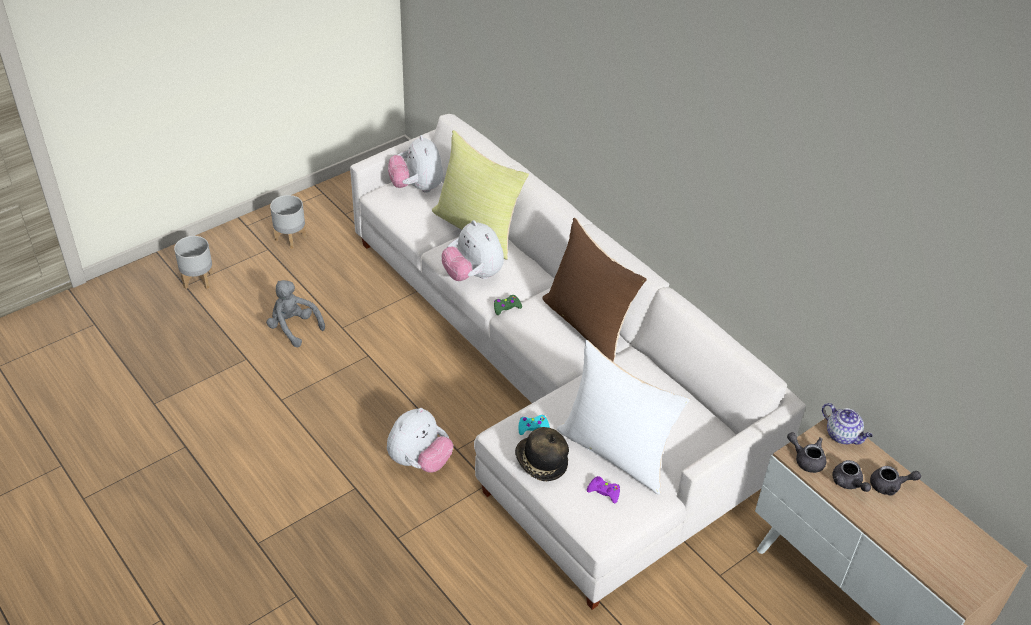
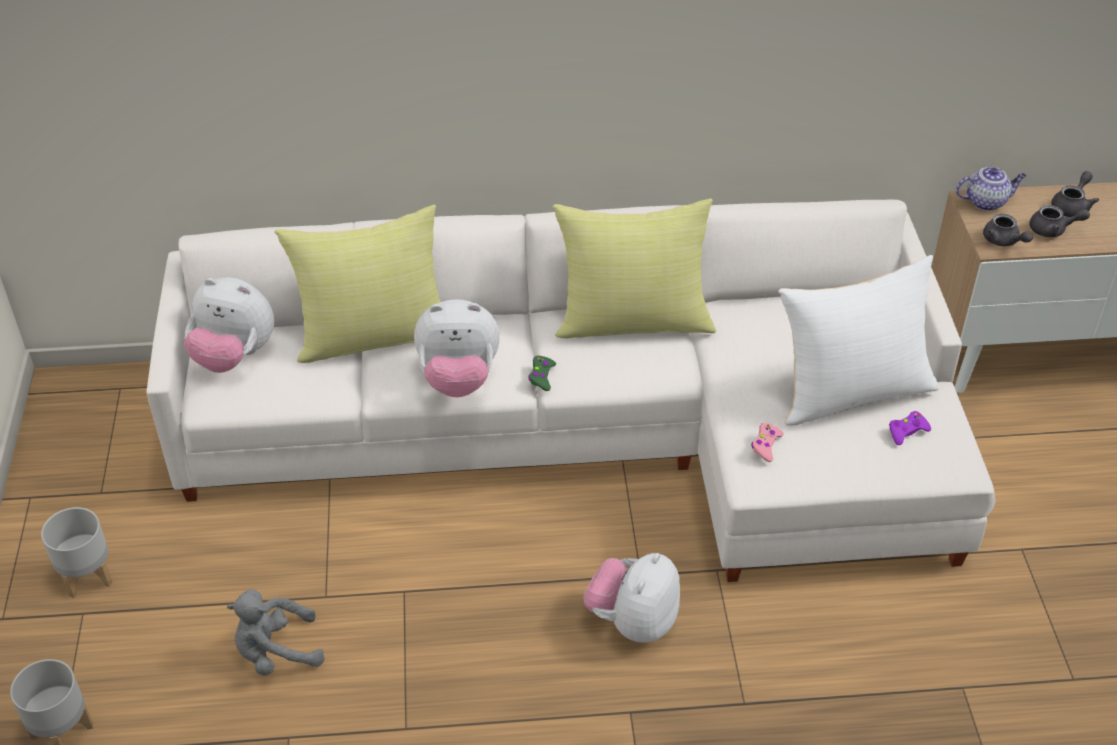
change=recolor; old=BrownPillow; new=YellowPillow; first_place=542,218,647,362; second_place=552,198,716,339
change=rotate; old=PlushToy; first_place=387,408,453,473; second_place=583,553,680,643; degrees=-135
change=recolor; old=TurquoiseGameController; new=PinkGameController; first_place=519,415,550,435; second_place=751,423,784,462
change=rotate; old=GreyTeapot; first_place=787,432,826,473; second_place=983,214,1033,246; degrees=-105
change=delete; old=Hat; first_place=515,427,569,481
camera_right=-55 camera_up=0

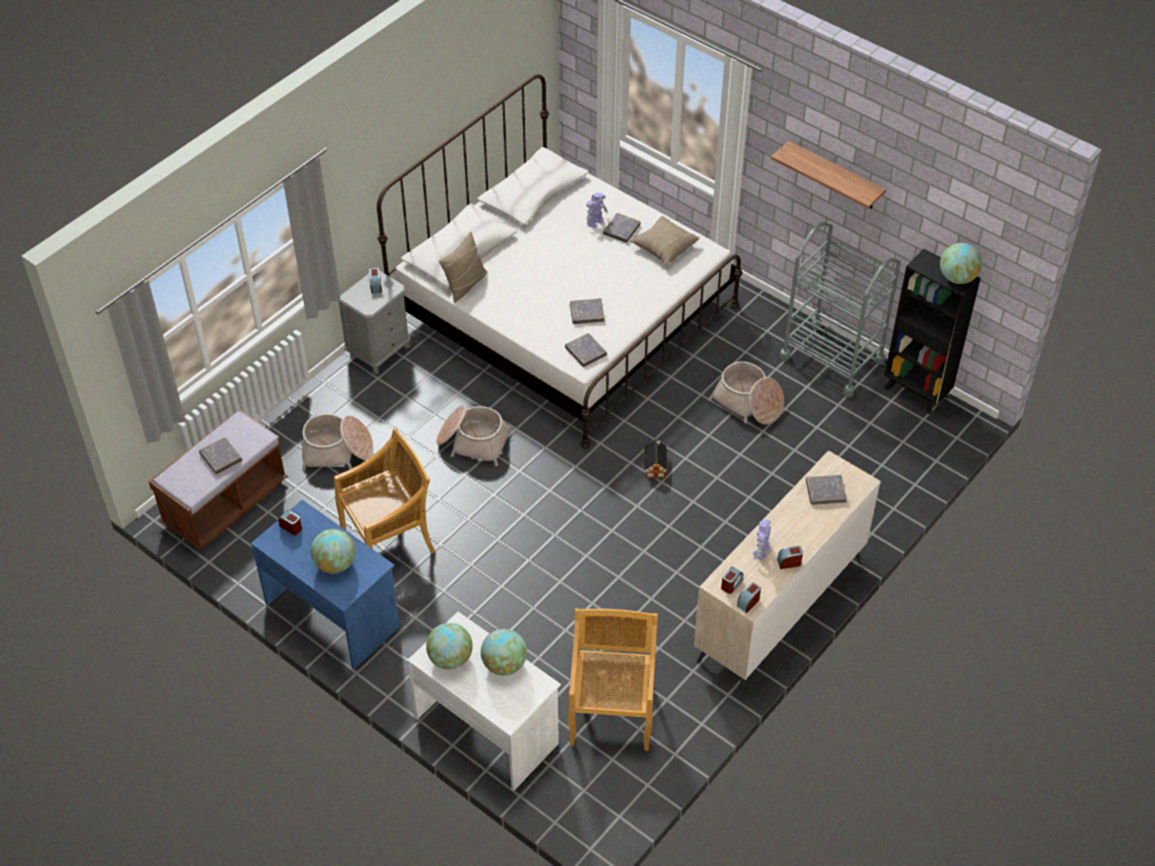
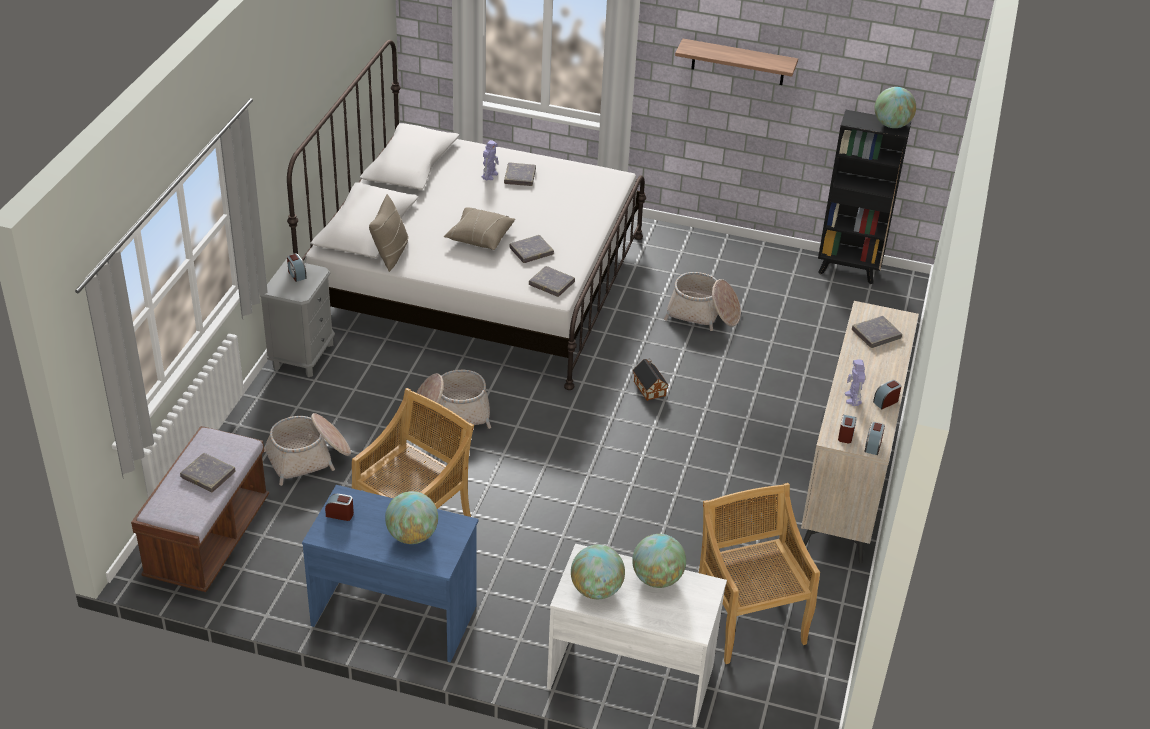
change=move; old=BeigePillow; first_place=630,216,700,265; second_place=444,207,515,250
change=delete; old=GreyCart; first_place=779,222,901,398
camera_right=-25 camera_up=-10

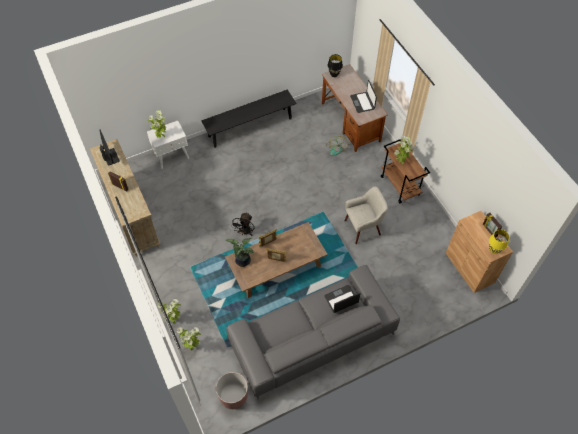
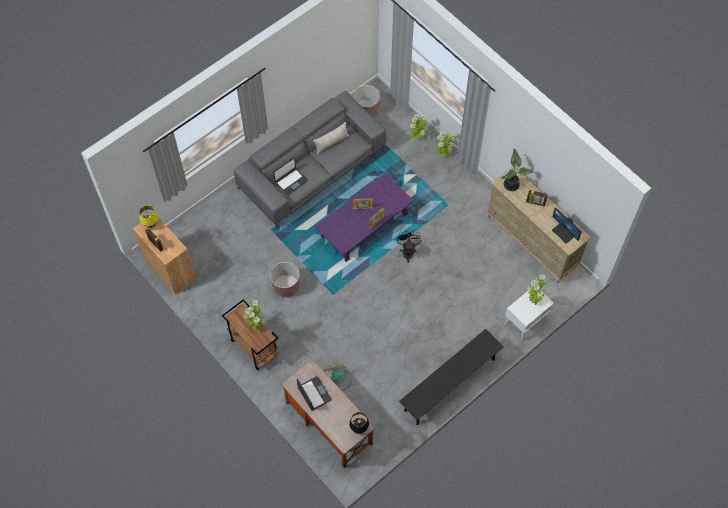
change=replace; old=BeigeArmchair; new=BrownPlanter; first_place=344,187,388,244; second_place=270,262,300,297
change=insert; new=BeigePillow; second_place=313,122,349,154
change=recolor; old=BrownCoffeeTable; new=PurpleCoffeeTable; first_place=225,222,328,298; second_place=315,173,414,262
change=move; old=PottedPlant; first_place=226,237,254,267; second_place=501,149,533,191
camera_right=165 camera_up=5

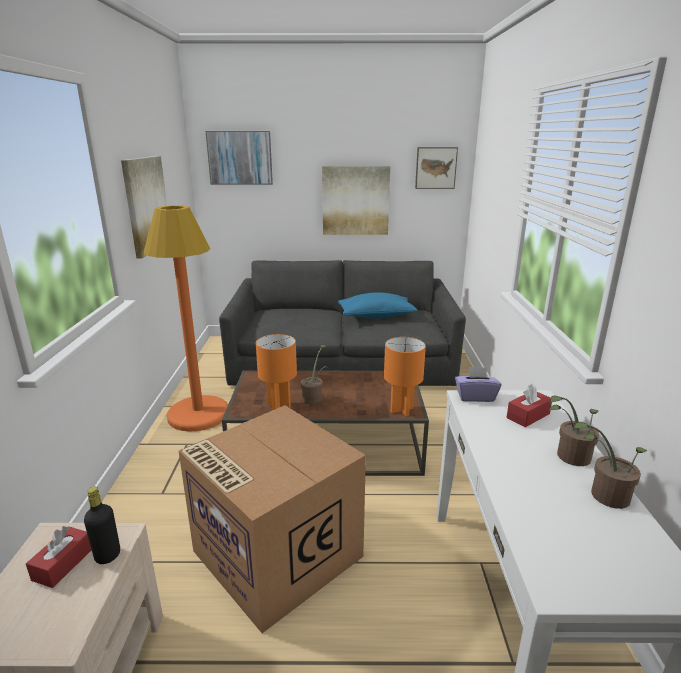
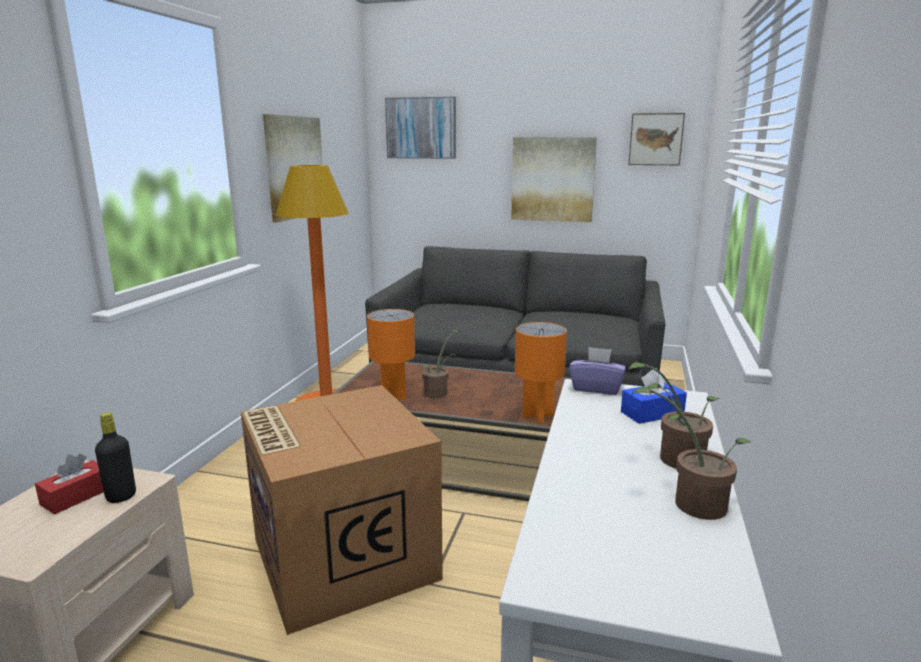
change=recolor; old=RedTissueBox; new=BlueTissueBox; first_place=507,383,552,427; second_place=621,368,687,424
change=delete; old=BluePillow; first_place=338,292,418,318
camera_right=15 camera_up=-5

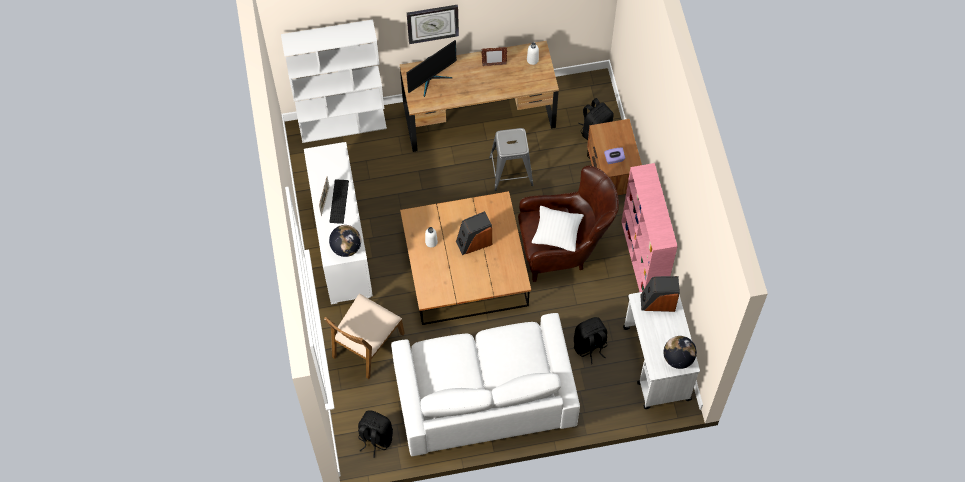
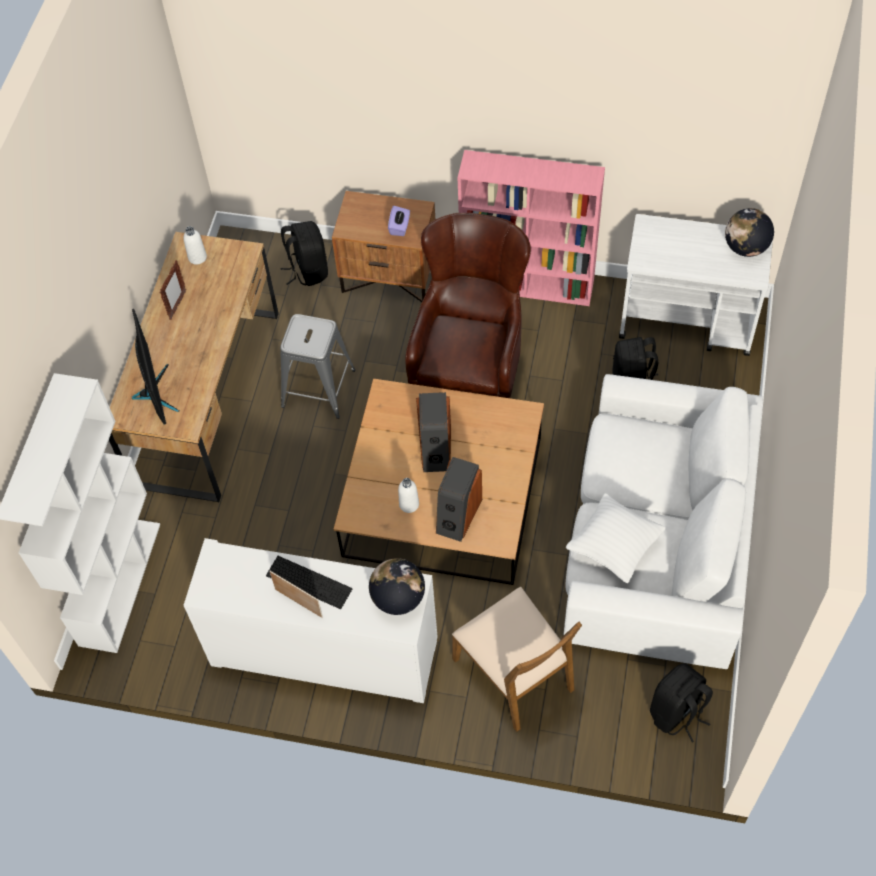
change=move; old=Speaker; first_place=640,276,680,312; second_place=436,457,482,542
change=move; old=WhitePillow; first_place=532,206,584,252; second_place=566,493,666,583
change=delete; old=WallClock; first_place=407,5,459,44
camera_right=-65 camera_up=-5

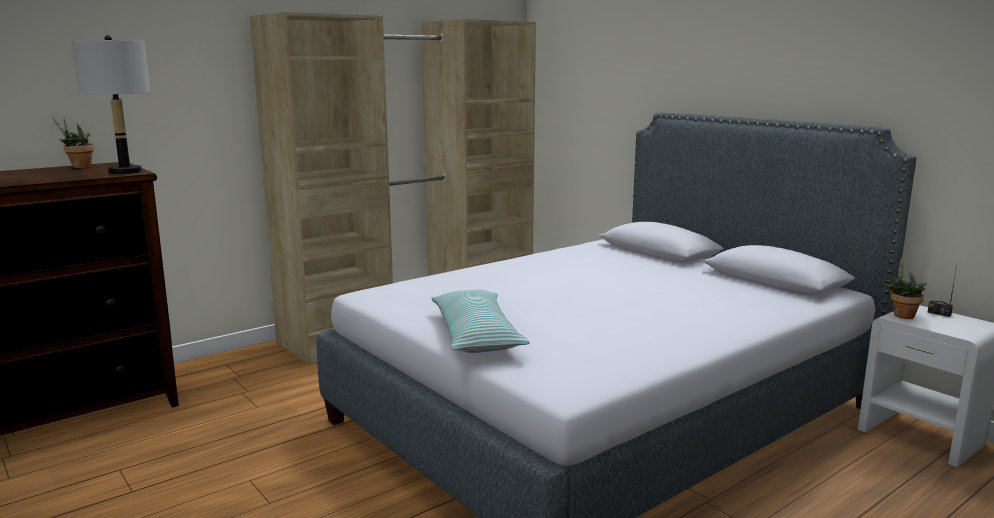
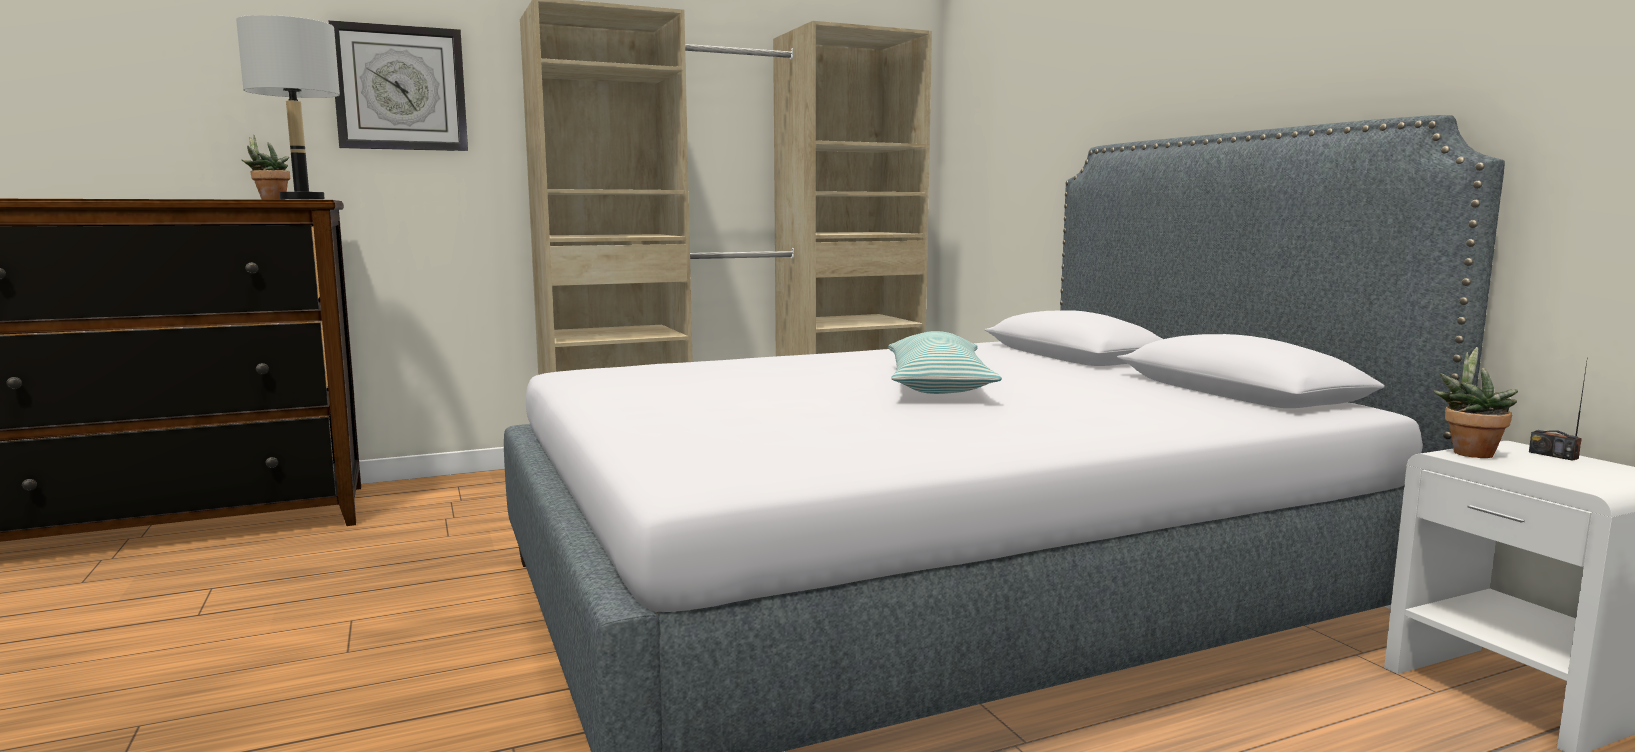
change=insert; new=WallClock; second_place=328,20,468,151
change=move; old=Pillow; first_place=431,290,530,353; second_place=888,331,1002,394
camera_right=15 camera_up=-5

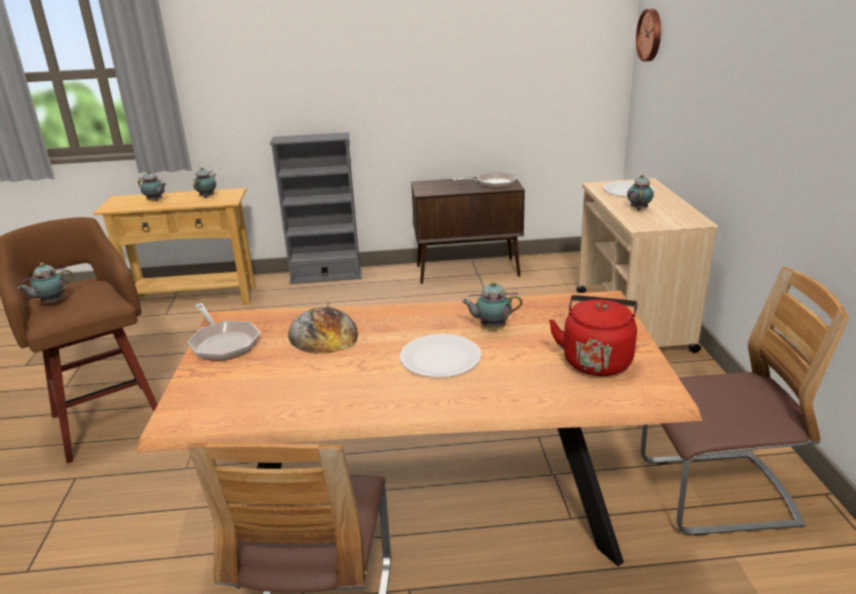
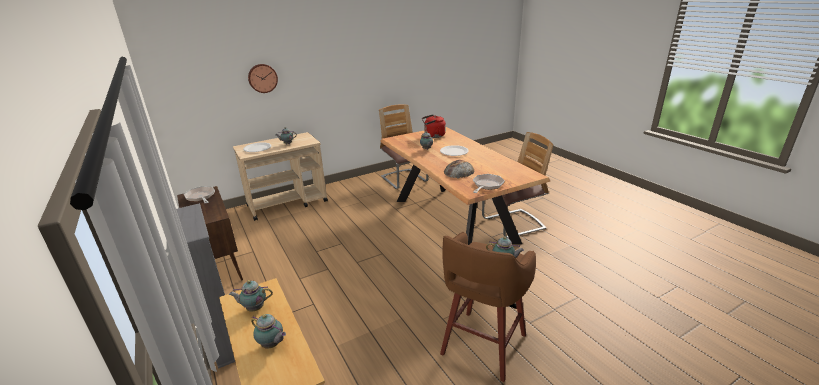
change=move; old=WallClock; first_place=636,9,661,62; second_place=248,64,278,93
change=rotate; old=Teapot; first_place=138,171,166,201; second_place=251,314,286,349; degrees=120
camera_right=-115 camera_up=0

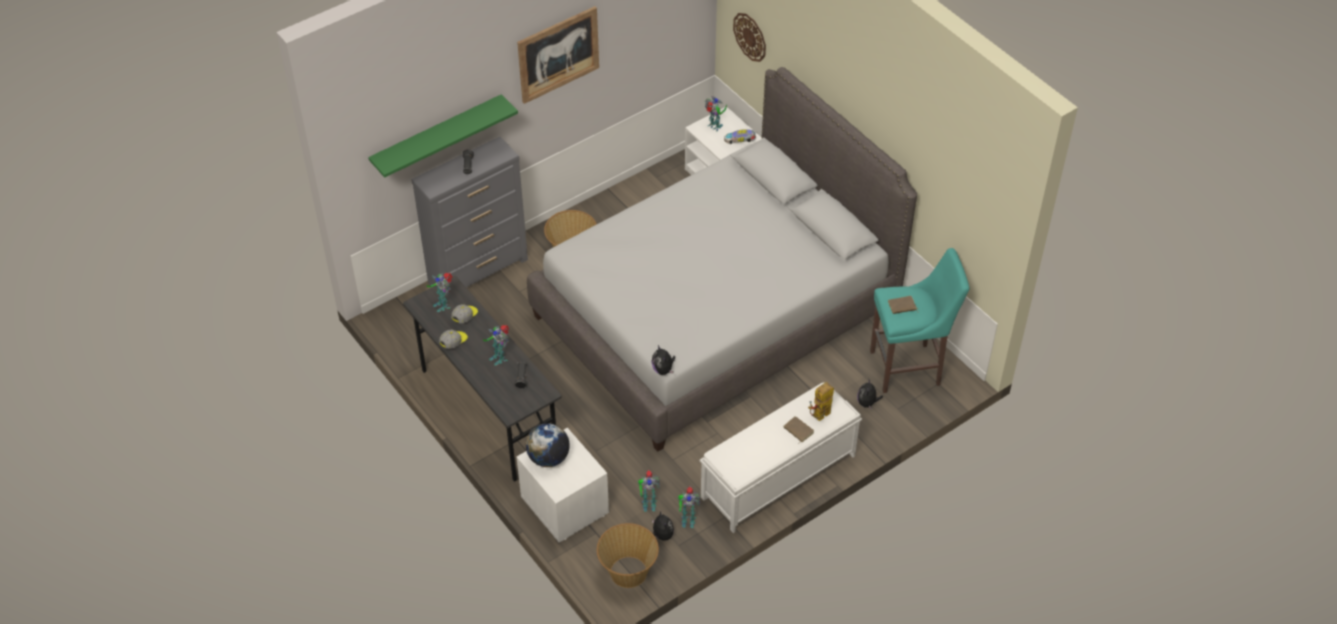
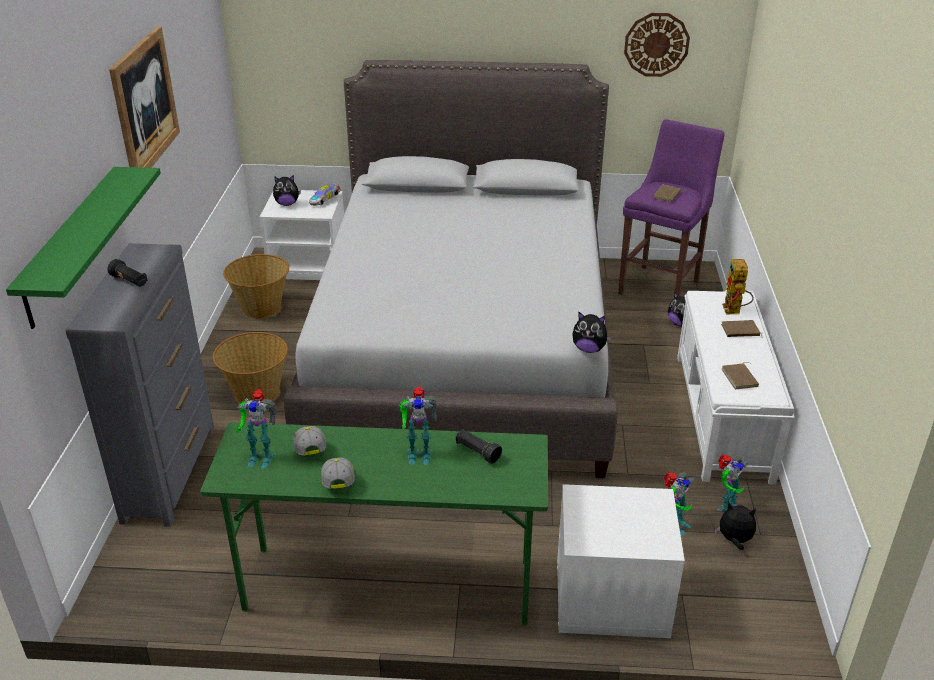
change=recolor; old=GreyDesk; new=GreenDesk; first_place=403,276,562,482; second_place=200,422,548,626
change=move; old=Basket; first_place=597,523,659,588; second_place=223,254,289,319
change=replace; old=ToyRobot; new=PlushToy; first_place=705,96,727,132; second_place=273,175,301,206
change=recolor; old=TurquoiseStool; new=PurpleStool; first_place=870,248,970,393; second_place=618,119,724,297
change=move; old=WallClock; first_place=733,13,766,62; second_place=624,13,690,77
change=insert; new=BrownBook; second_place=722,362,759,389
change=delete; old=Globe; first_place=526,423,570,467
camera_right=-50 camera_up=-15

